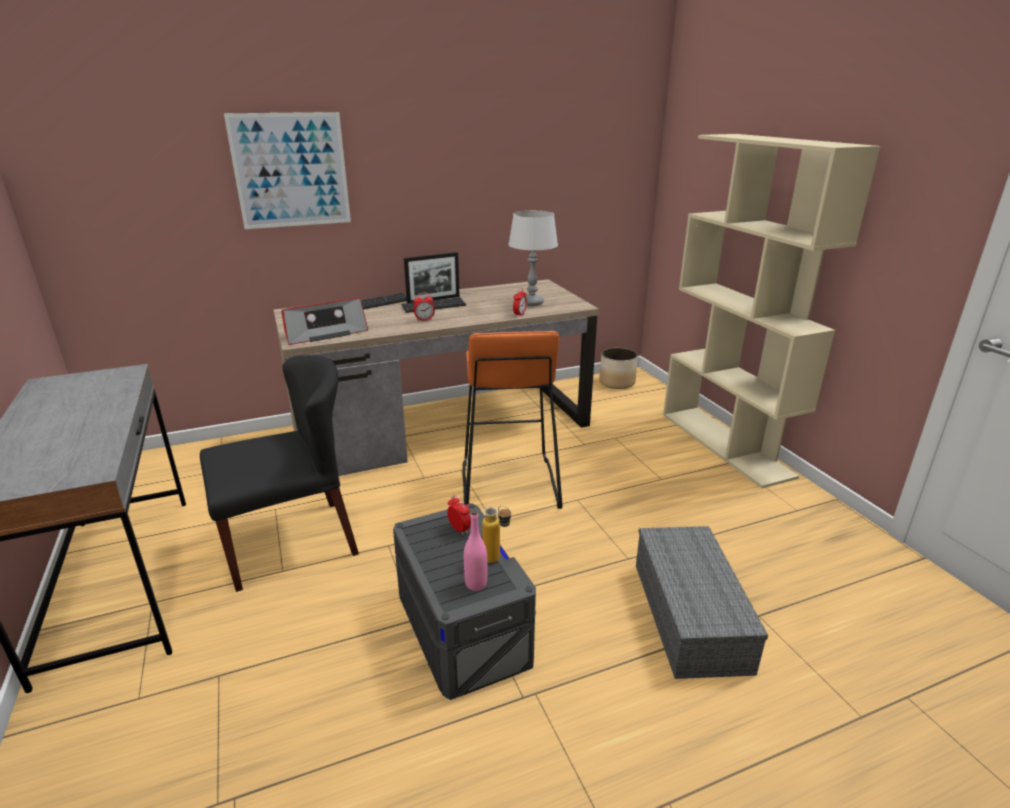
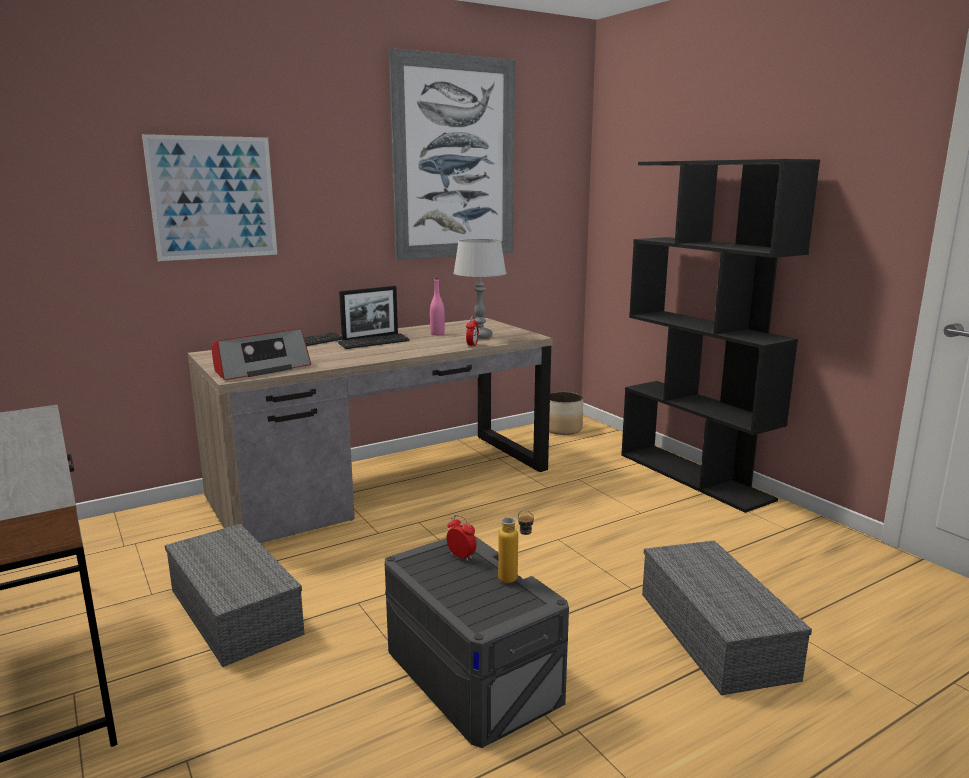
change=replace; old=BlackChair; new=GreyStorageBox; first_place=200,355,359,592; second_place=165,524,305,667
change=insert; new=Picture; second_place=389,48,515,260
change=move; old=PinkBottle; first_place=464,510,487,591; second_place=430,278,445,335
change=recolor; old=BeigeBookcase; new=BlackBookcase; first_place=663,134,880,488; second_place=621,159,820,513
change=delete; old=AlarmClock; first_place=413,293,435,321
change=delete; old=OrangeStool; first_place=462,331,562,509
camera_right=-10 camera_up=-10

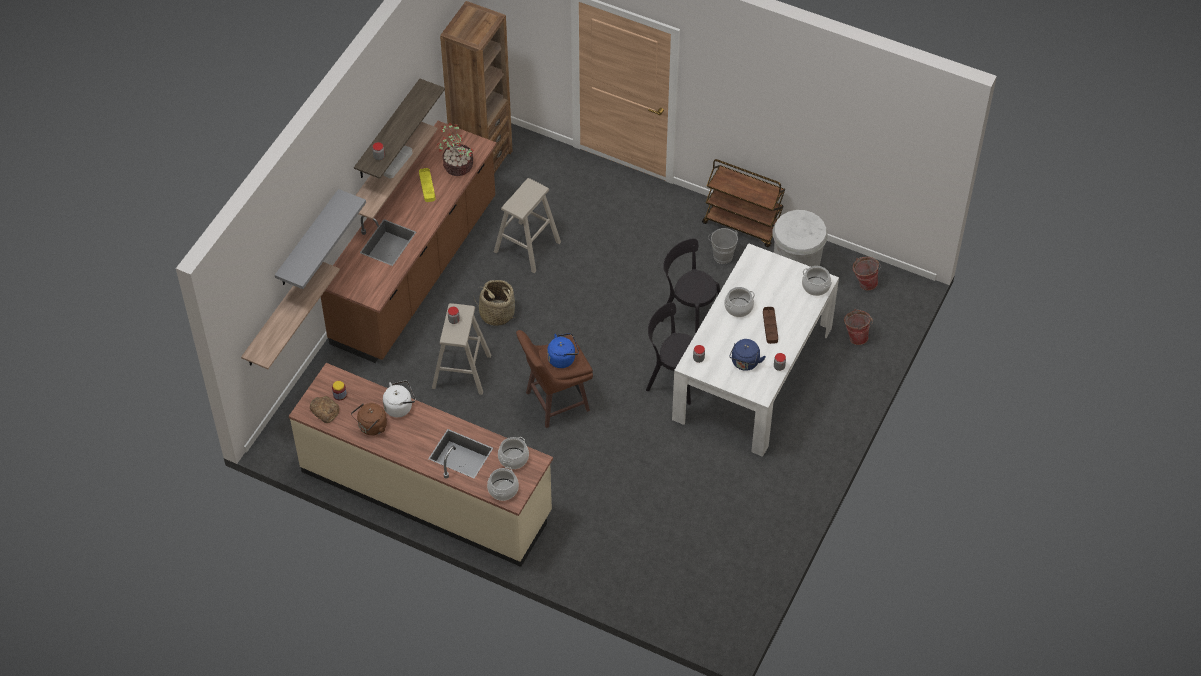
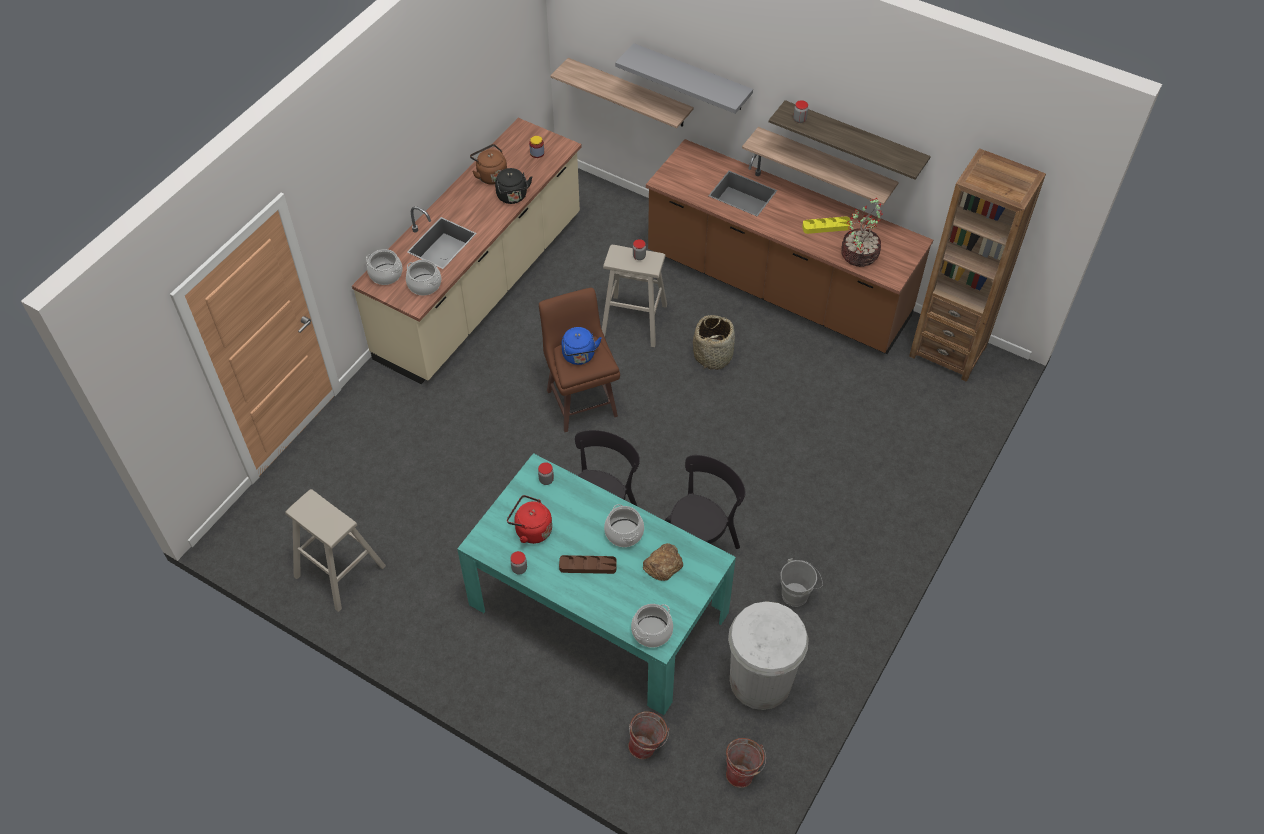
change=move; old=BeigeStool; first_place=494,178,561,273; second_place=285,489,386,612
change=recolor; old=WhiteDiningTable; new=TurquoiseDiningTable; first_place=672,243,839,457; second_place=457,453,736,715
change=recolor; old=WhiteKettle; new=BlackKettle; first_place=383,380,415,417; second_place=495,168,532,204
change=recolor; old=BlueKettle; new=RedKettle; first_place=729,339,766,371; second_place=507,495,552,544
change=move; old=Bread; first_place=310,396,339,423; second_place=643,543,683,581
change=delete; old=GreyTray; first_place=384,146,413,178
change=delete; old=BrownCart; first_place=702,159,785,247
camera_right=95 camera_up=0

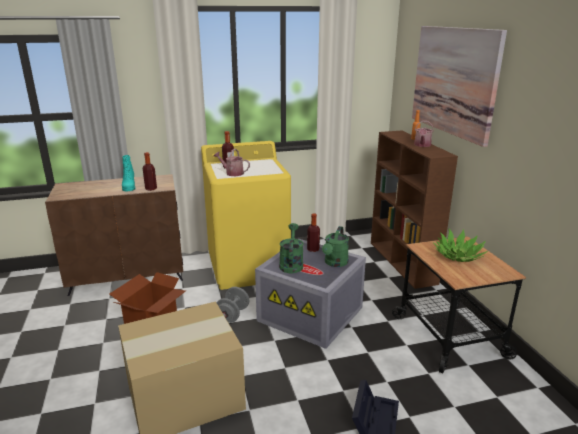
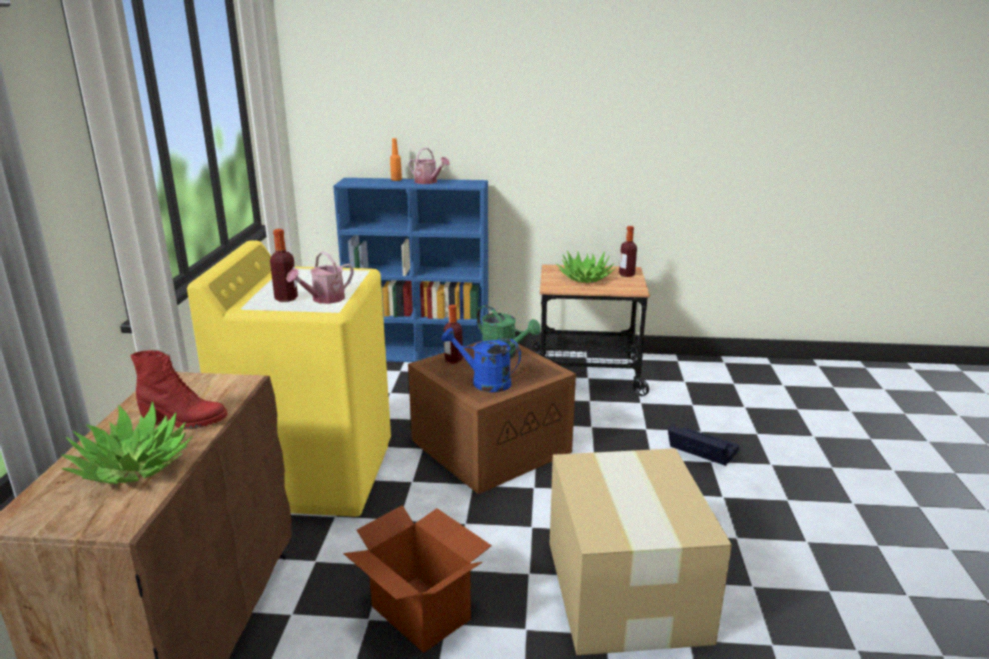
change=insert; new=PottedPlant; second_place=61,401,193,484
change=recolor; old=TurquoiseBoot; new=RedBoot; first_place=122,155,136,192; second_place=130,350,228,430
change=recolor; old=BrownBookcase; new=BlueBookcase; first_place=371,130,458,289; second_place=333,178,488,362
change=recolor; old=GreyStorageBox; new=BrownStorageBox; first_place=255,239,366,349; second_place=408,341,576,494
change=recolor; old=GreenWateringCan; new=BlueWateringCan; first_place=279,223,304,273; second_place=441,328,521,392
change=move; old=Bottle; first_place=143,152,157,191; second_place=619,226,637,277
change=delete; old=GreyDumbbell; first_place=217,287,249,323
change=delete; old=Picture; first_place=412,26,507,147
camera_right=-70 camera_up=0

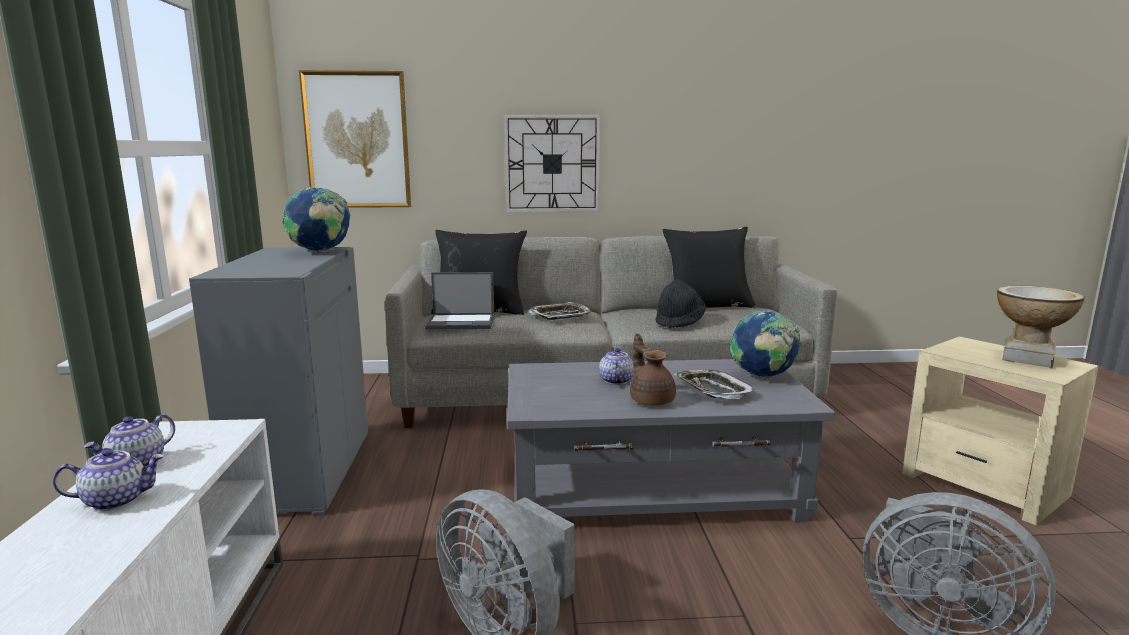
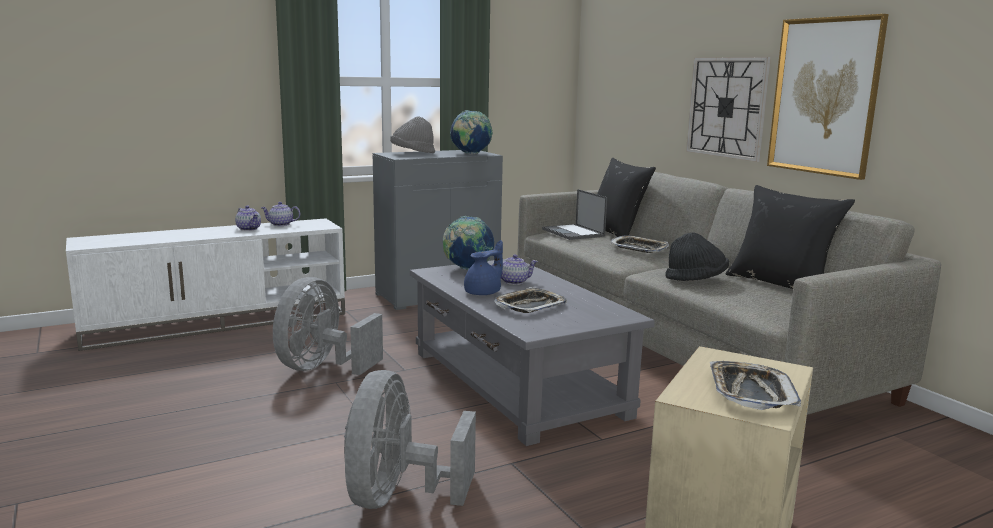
change=insert; new=GreyHat; second_place=390,116,435,153
change=move; old=Globe; first_place=730,311,801,378; second_place=443,216,494,270
change=recolor; old=BrownTeapot; new=BlueTeapot; first_place=630,333,676,406; second_place=464,240,503,295
change=replace; old=Vase; new=Tray; first_place=997,286,1085,368; second_place=710,361,801,410
change=move; old=Picture; first_place=299,70,411,208; second_place=767,14,889,180
camera_right=65 camera_up=0

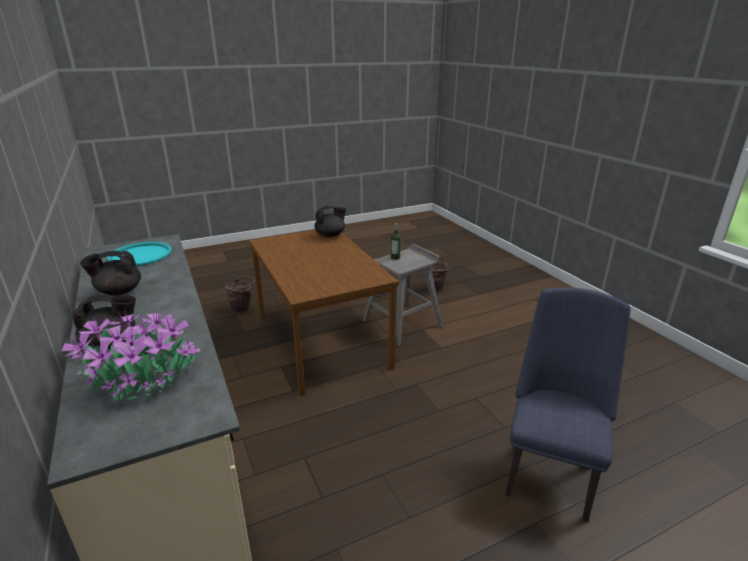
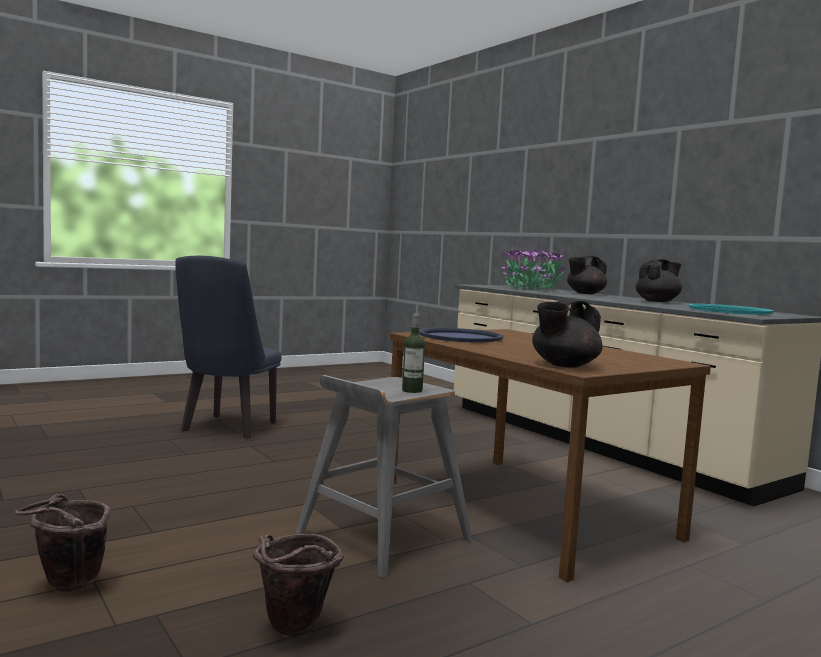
change=move; old=BrownBucket; first_place=225,276,255,313; second_place=15,494,110,592
change=insert; new=BlueTray; second_place=419,328,503,343
camera_right=170 camera_up=-20

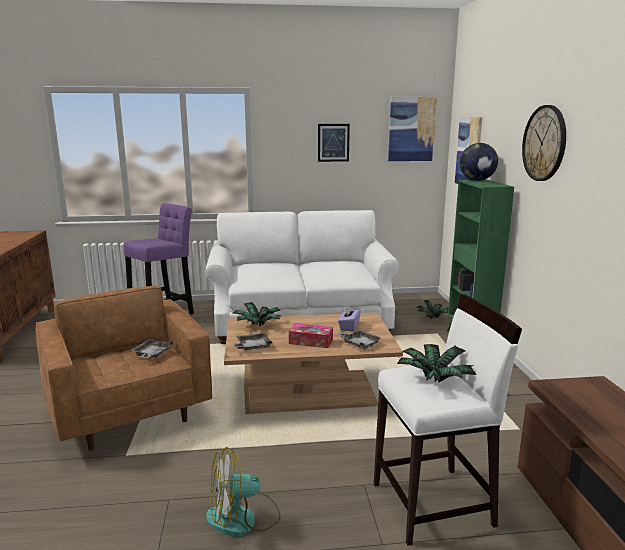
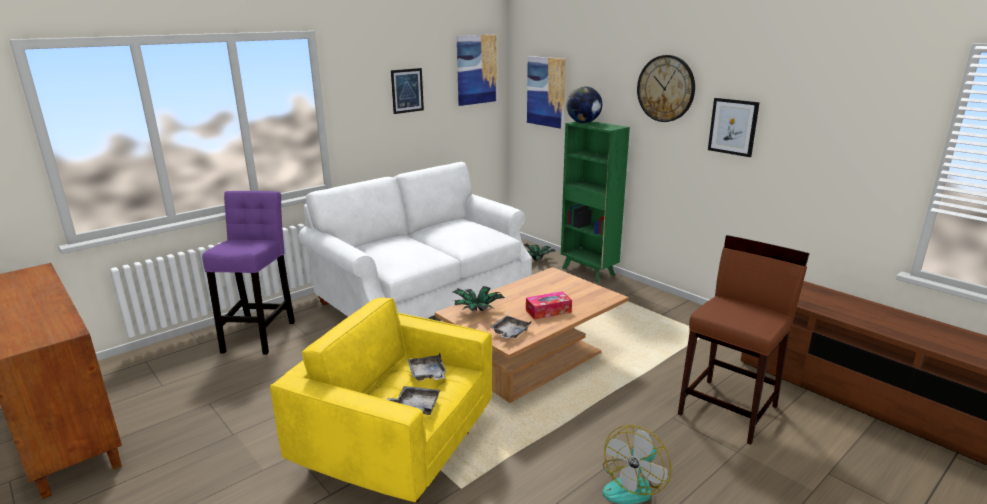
change=recolor; old=BrownArmchair; new=YellowArmchair; first_place=35,286,212,451; second_place=270,297,492,503
change=move; old=GreyTray; first_place=337,329,381,350; second_place=387,386,440,415
change=recolor; old=WhiteStool; new=BrownStool; first_place=374,294,522,546; second_place=678,235,810,445
change=insert; new=Picture; second_place=708,98,760,157
change=delete; old=PurpleTissueBox; first_place=338,305,361,332
change=delete; old=PottedPlant; first_place=397,344,476,382
camera_right=-35 camera_up=5

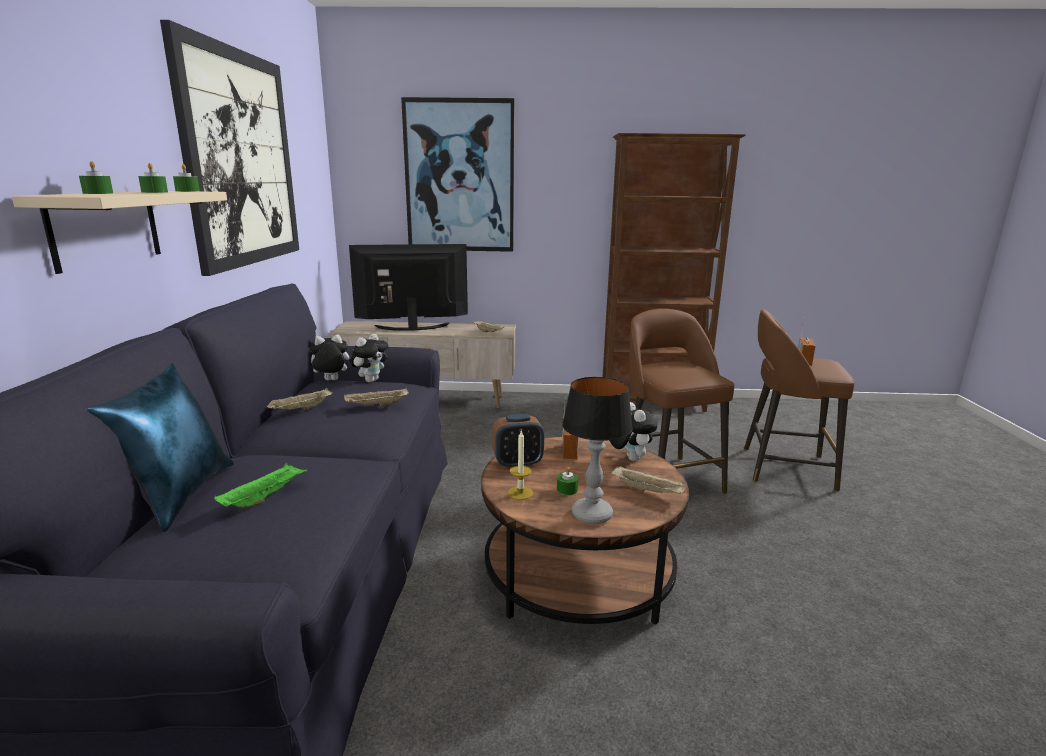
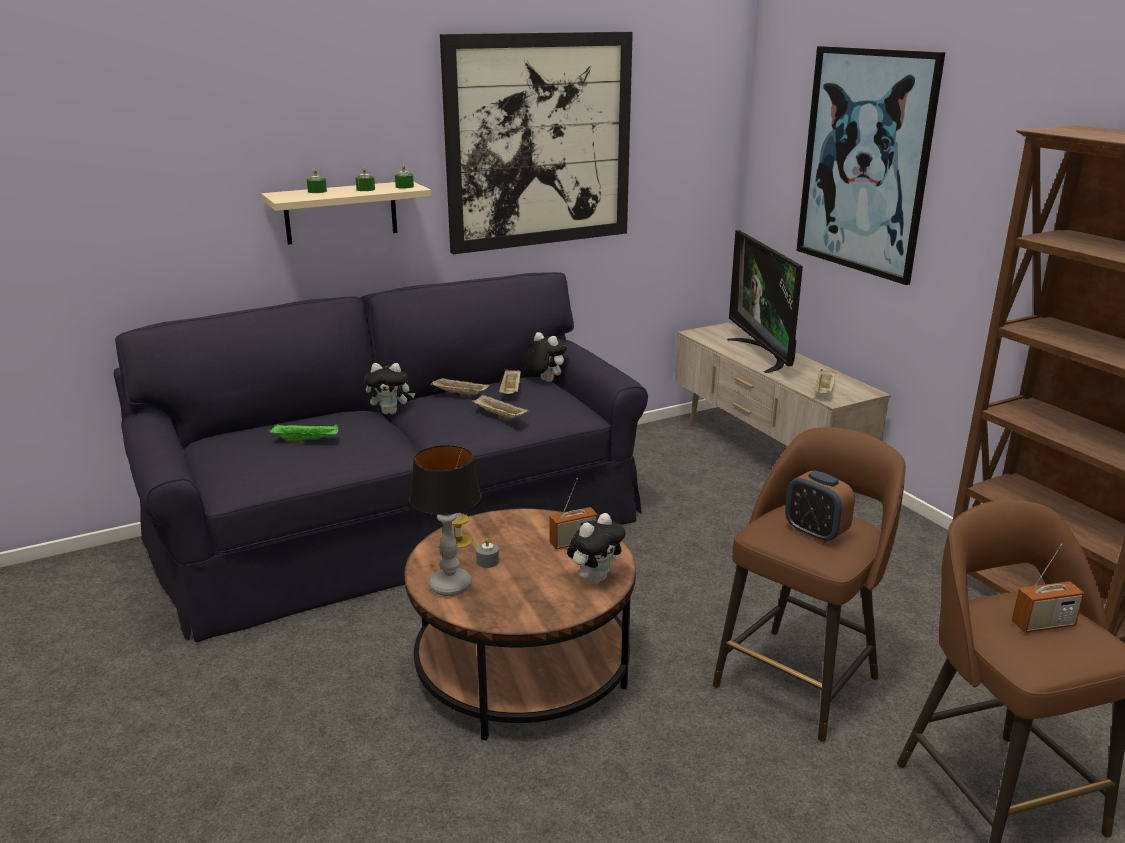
change=move; old=PlushToy; first_place=350,333,388,382; second_place=364,363,415,414
change=recolor; old=GreenCandle; new=GreyCandle; first_place=557,467,578,495; second_place=476,538,499,568
change=move; old=BeigeTray; first_place=611,466,685,494; second_place=499,369,521,394
change=rotate; old=Television; first_place=349,244,468,331; second_place=727,230,803,373; degrees=-150
change=move; old=AlarmClock; first_place=492,414,544,469; second_place=785,470,855,543
change=delete; old=BluePillow; first_place=87,363,234,532
camera_right=60 camera_up=5

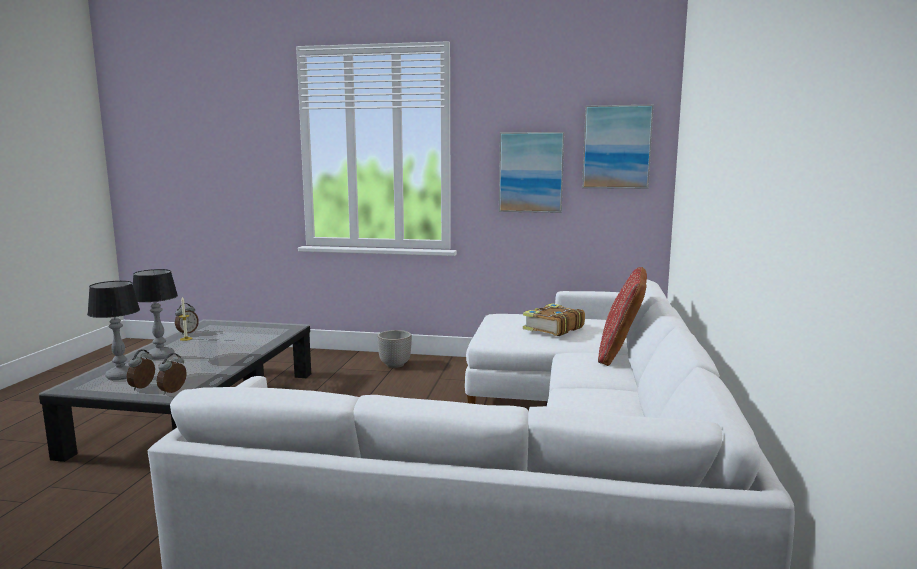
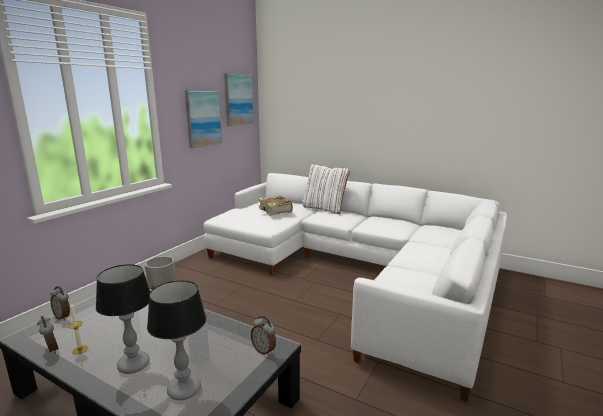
change=move; old=AlarmClock; first_place=127,349,155,391; second_place=50,286,70,321
change=recolor; old=RedPillow; new=WhitePillow; first_place=598,267,647,366; second_place=302,164,350,214
camera_right=-70 camera_up=5

